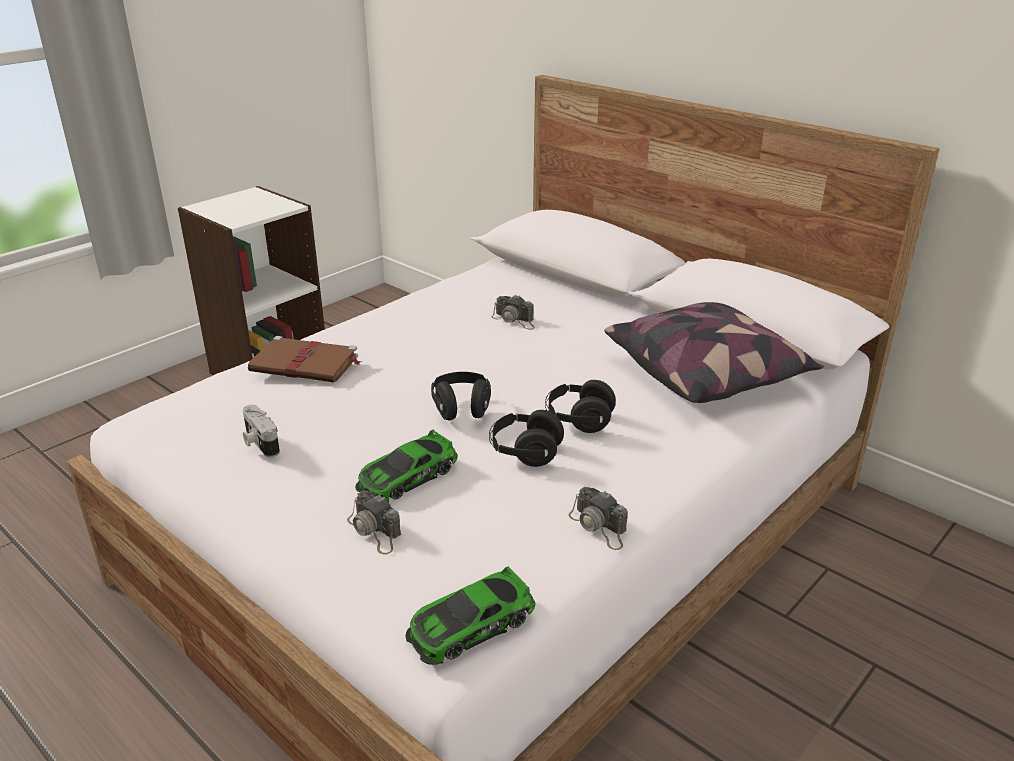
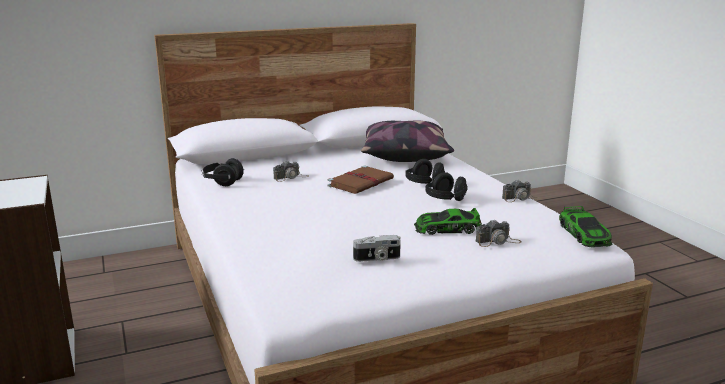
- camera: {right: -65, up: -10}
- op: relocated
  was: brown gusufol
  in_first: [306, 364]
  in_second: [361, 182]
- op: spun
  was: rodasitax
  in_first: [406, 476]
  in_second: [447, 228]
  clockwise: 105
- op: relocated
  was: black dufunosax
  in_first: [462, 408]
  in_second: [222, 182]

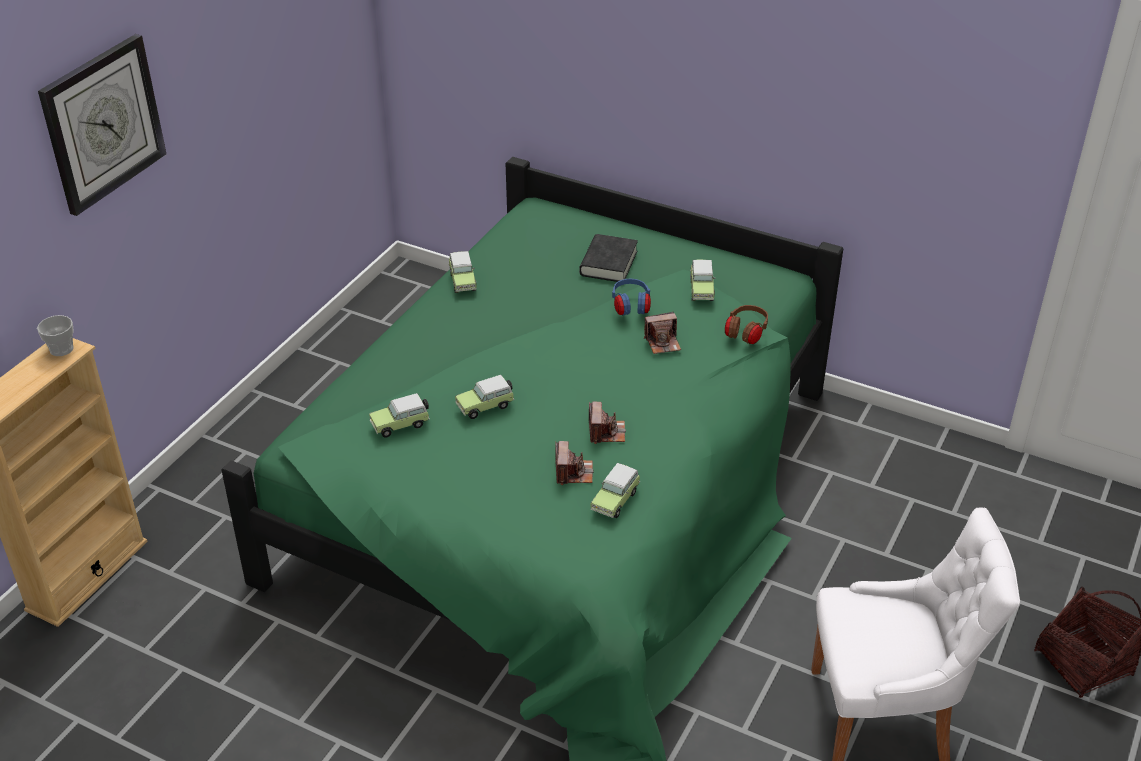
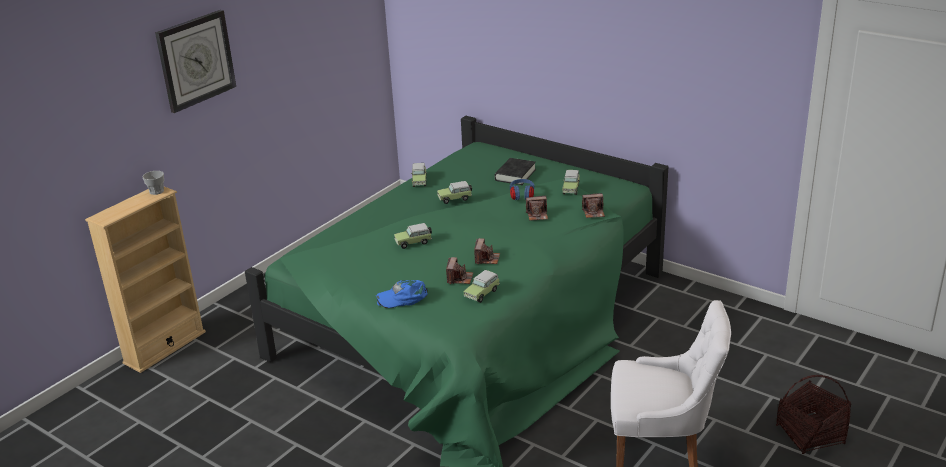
- camera: {right: 10, up: -10}
- op: relocated
  was: rodasitax
  in_first: [402, 424]
  in_second: [456, 198]
- op: exchanged
  was: brown dufunosax
  now: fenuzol
  in_first: [746, 334]
  in_second: [593, 213]
- op: appeared
  now: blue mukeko
  in_second: [403, 297]

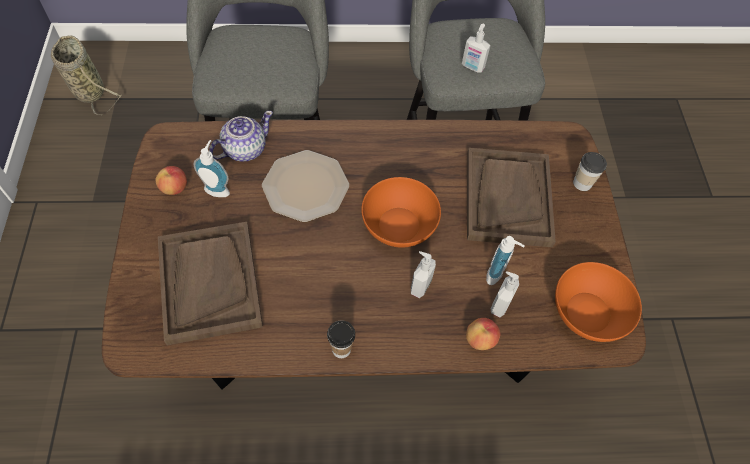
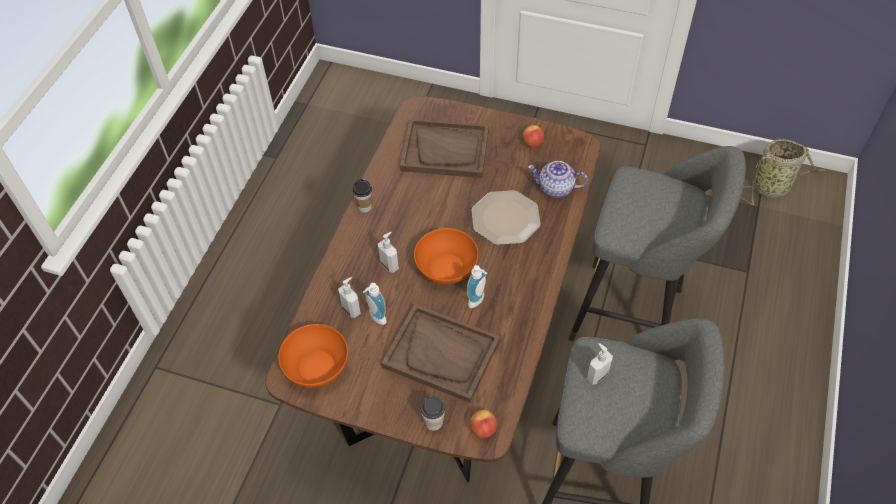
- camera: {right: 115, up: -5}
- op: relocated
  was: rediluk
  in_first: [218, 188]
  in_second: [478, 301]
- op: spun
  was: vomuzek
  in_first: [244, 149]
  in_second: [556, 188]
  clockwise: 120
- op: relocated
  was: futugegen
  in_first: [480, 339]
  in_second: [483, 429]

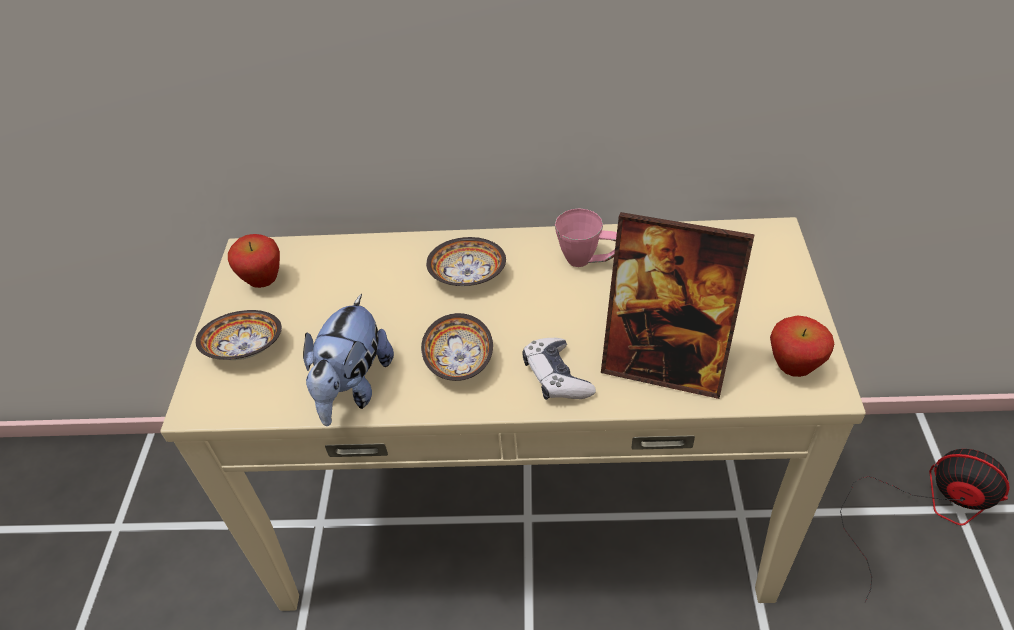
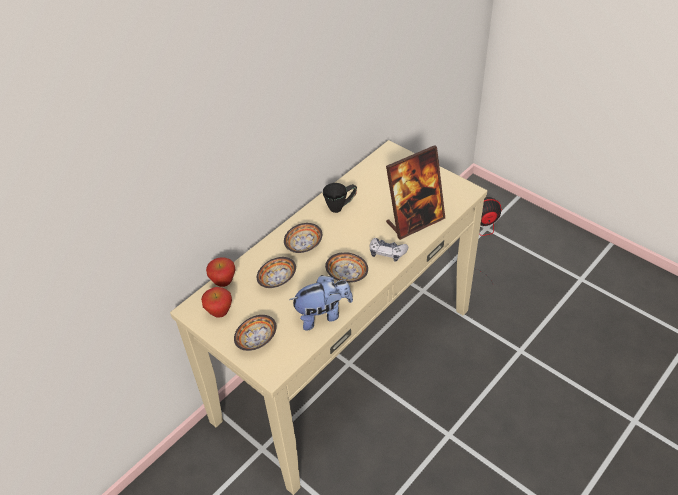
- camera: {right: -50, up: 0}
- op: spun
  was: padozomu
  in_first: [353, 388]
  in_second: [323, 315]
  clockwise: -75
- op: colour
  was: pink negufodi
  now: black negufodi
  in_first: [589, 261]
  in_second: [341, 206]
- op: relocated
  was: futugegen
  in_first: [793, 368]
  in_second: [224, 283]
- op: appeared
  now: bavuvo
  in_second: [277, 280]

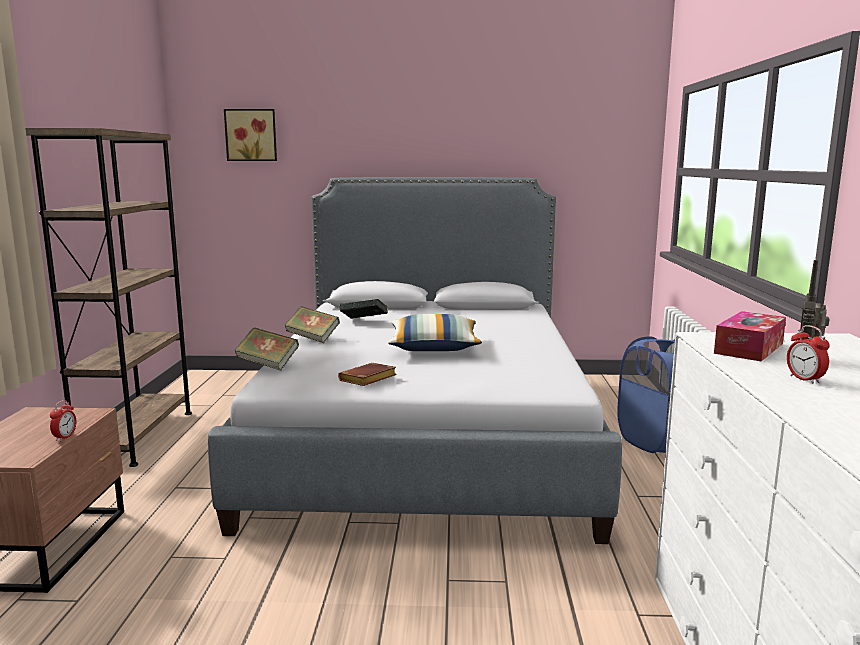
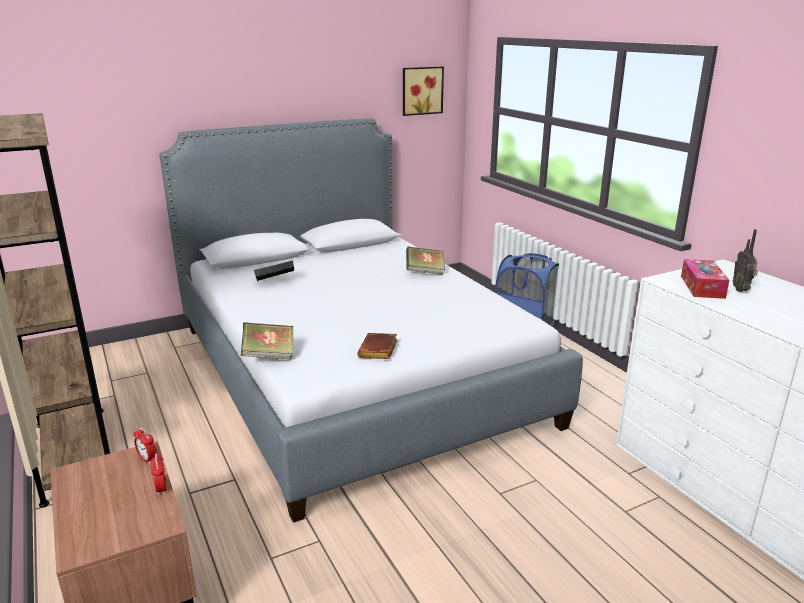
- camera: {right: -30, up: 10}
- op: relocated
  was: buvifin
  in_first: [251, 135]
  in_second: [421, 90]
- op: relocated
  was: gusufol
  in_first: [312, 338]
  in_second: [425, 272]
- op: missing
  was: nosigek
  in_first: [434, 347]
- op: relocated
  was: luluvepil
  in_first: [804, 379]
  in_second: [147, 459]

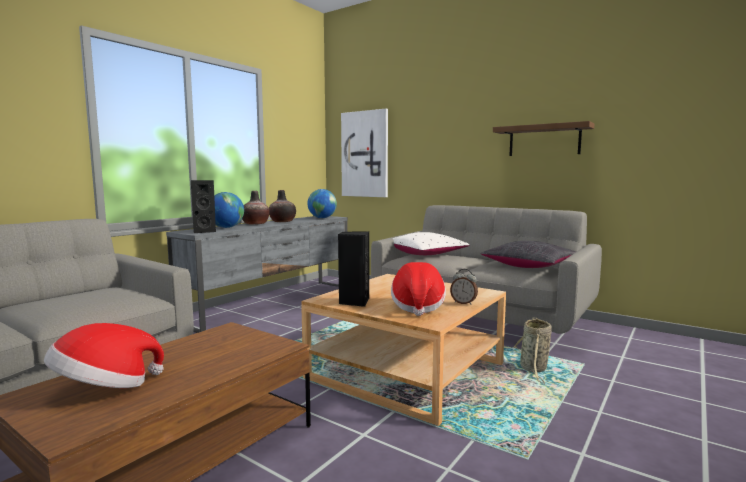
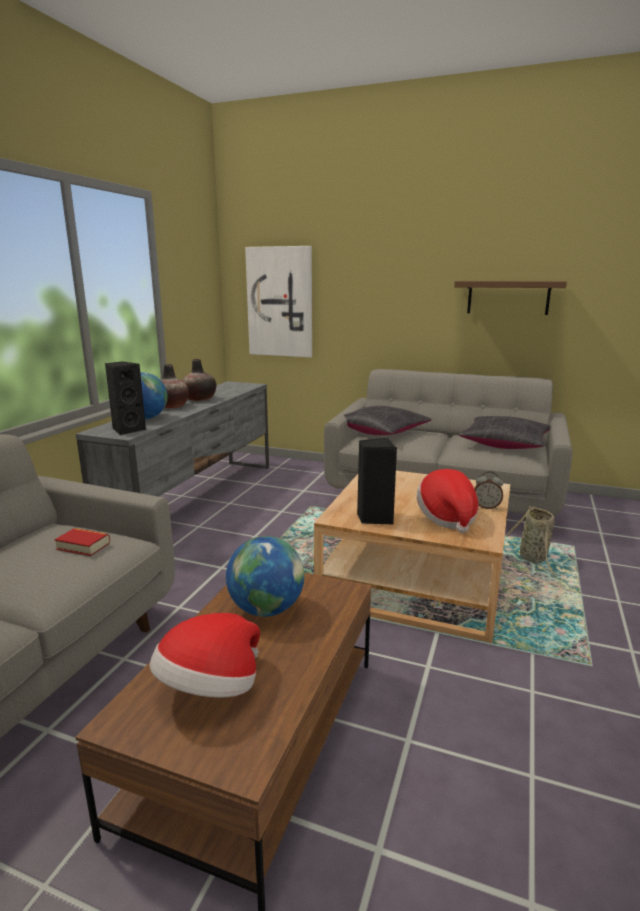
- camera: {right: -15, up: 10}
- op: relocated
  was: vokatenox
  in_first: [322, 218]
  in_second: [266, 609]
- op: colour
  was: white nosigek
  now: black nosigek
  in_first: [425, 254]
  in_second: [381, 432]
- op: appeared
  now: gusufol
  in_second: [83, 546]

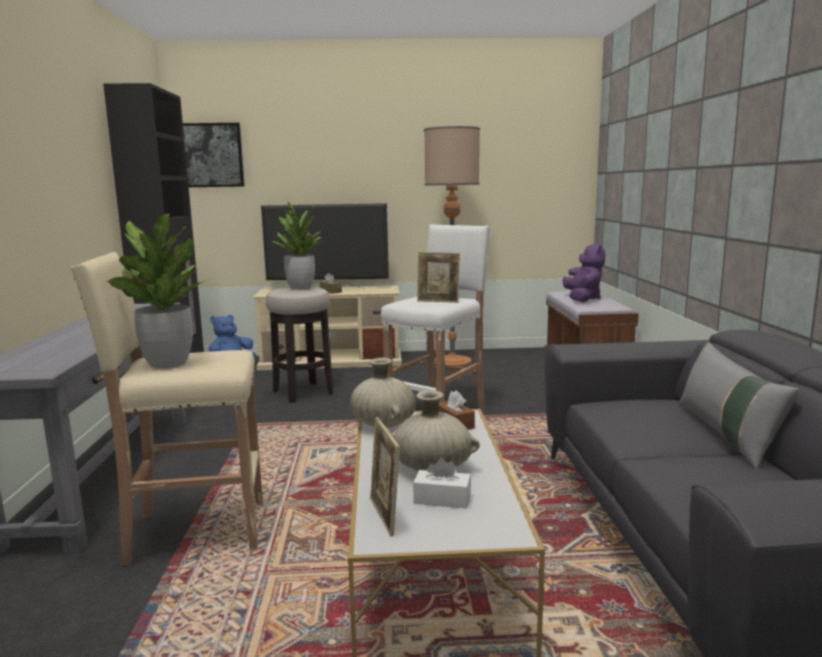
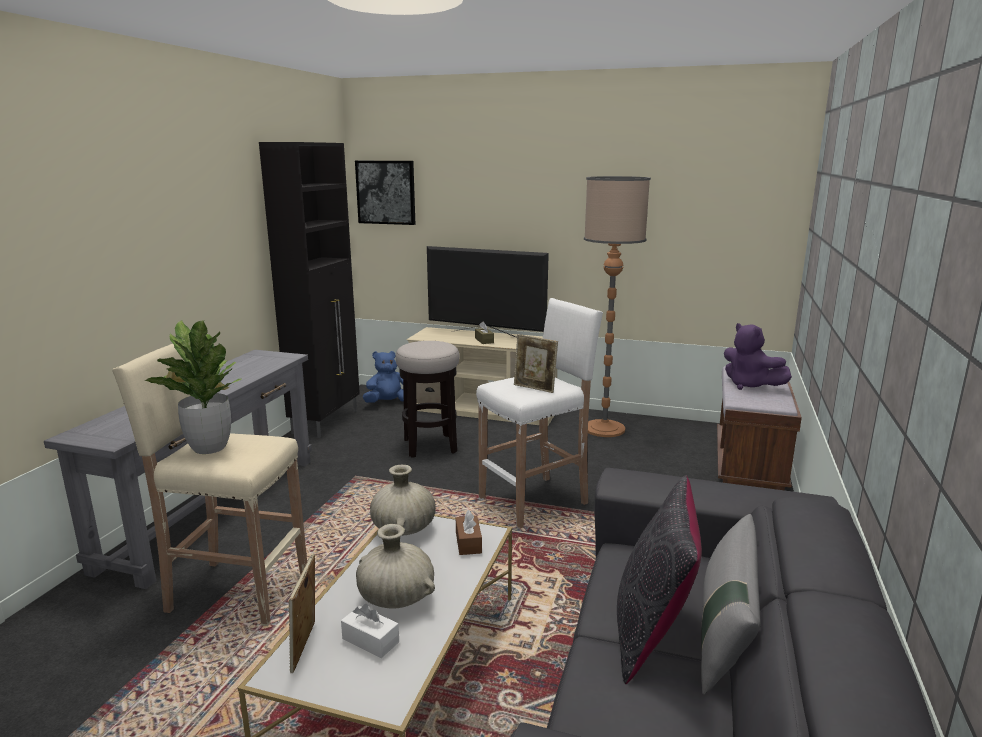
- camera: {right: 20, up: 5}
- op: missing
  was: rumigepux
  in_first: [301, 288]
- op: spun
  was: purple padozomu
  in_first: [582, 299]
  in_second: [749, 385]
  clockwise: 120
- op: appeared
  now: black nosigek
  in_second: [652, 631]

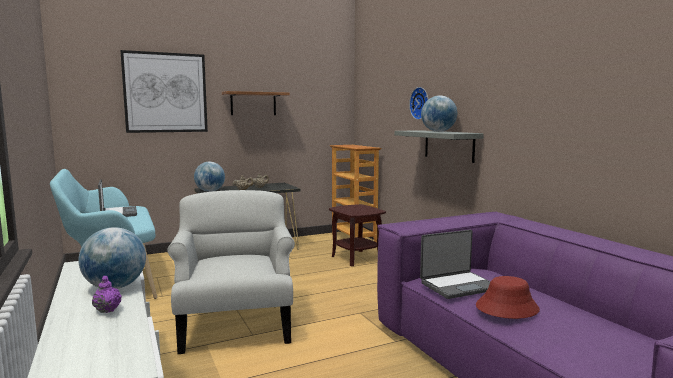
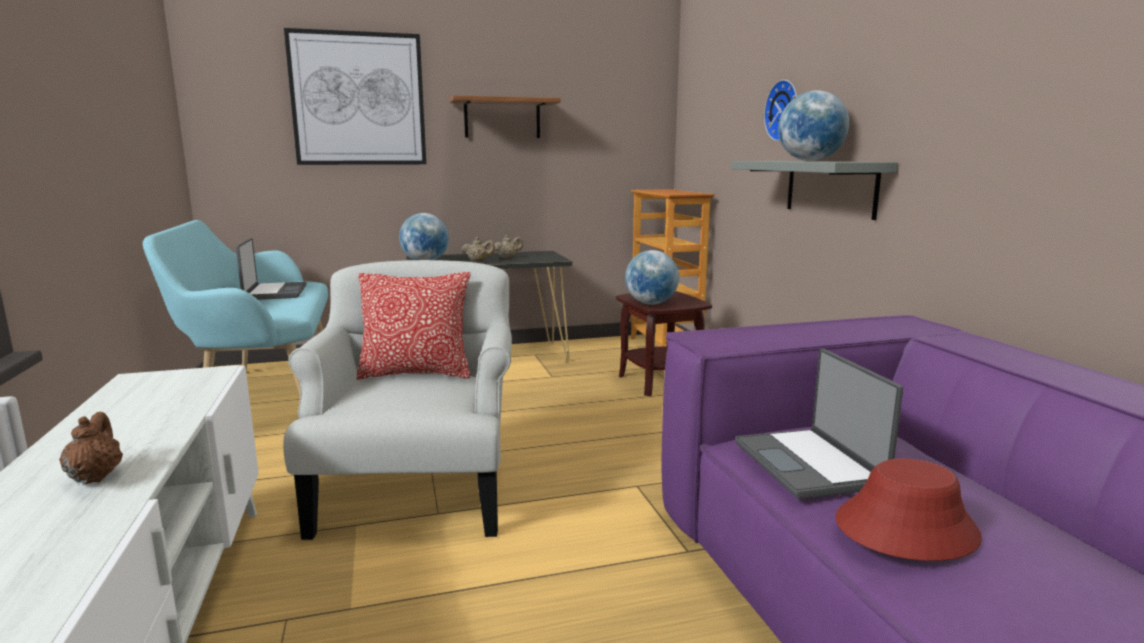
- camera: {right: 10, up: 5}
- op: relocated
  was: vokatenox
  in_first: [115, 287]
  in_second: [651, 304]
- op: colour
  was: purple vomuzek
  now: brown vomuzek
  in_first: [107, 309]
  in_second: [96, 477]
- op: spun
  was: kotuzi
  in_first: [458, 285]
  in_second: [809, 464]
  clockwise: 90
- op: appeared
  now: nosigek
  in_second: [416, 373]

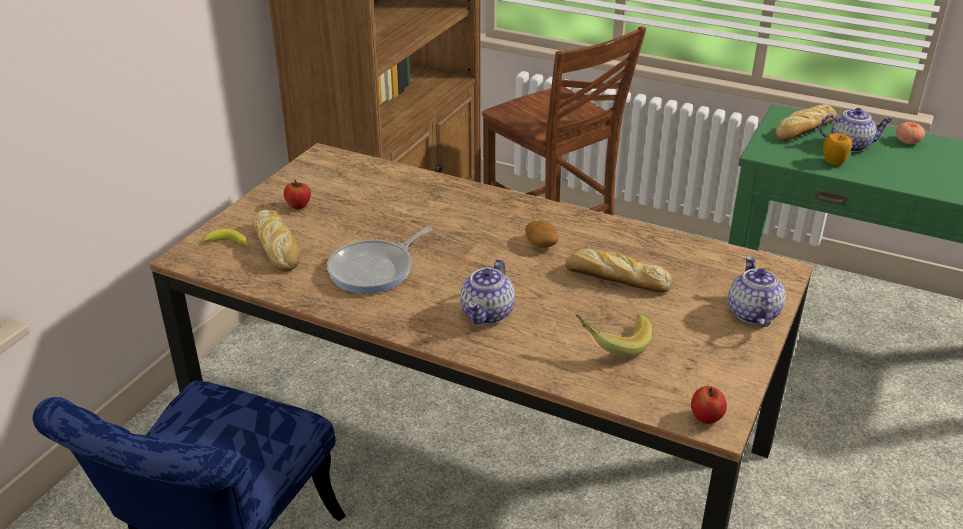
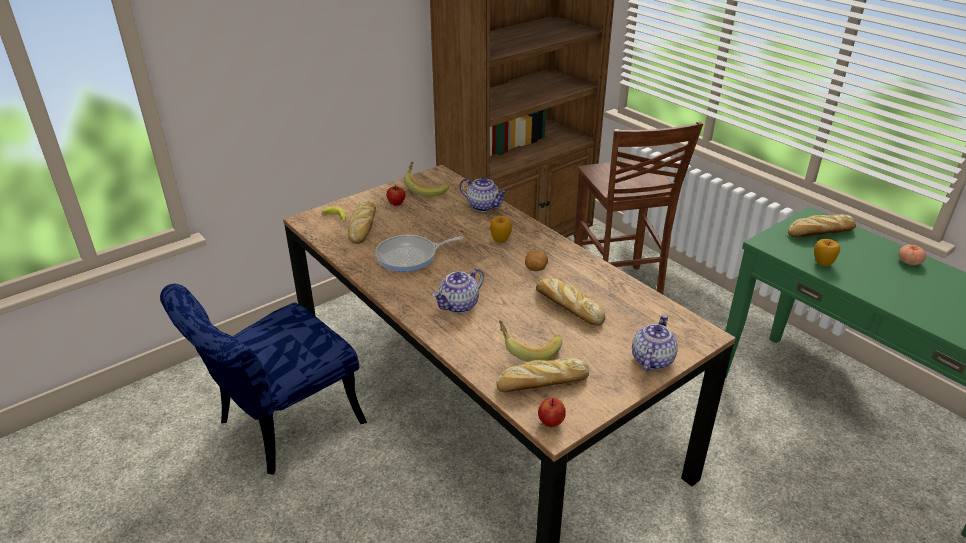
- camera: {right: 25, up: 0}
- op: relocated
  was: vomuzek
  in_first: [851, 145]
  in_second: [484, 206]
- op: appeared
  now: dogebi
  in_second: [425, 188]
- op: appeared
  now: futugegen
  in_second: [500, 240]
- op: appeared
  now: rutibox
  in_second: [541, 382]

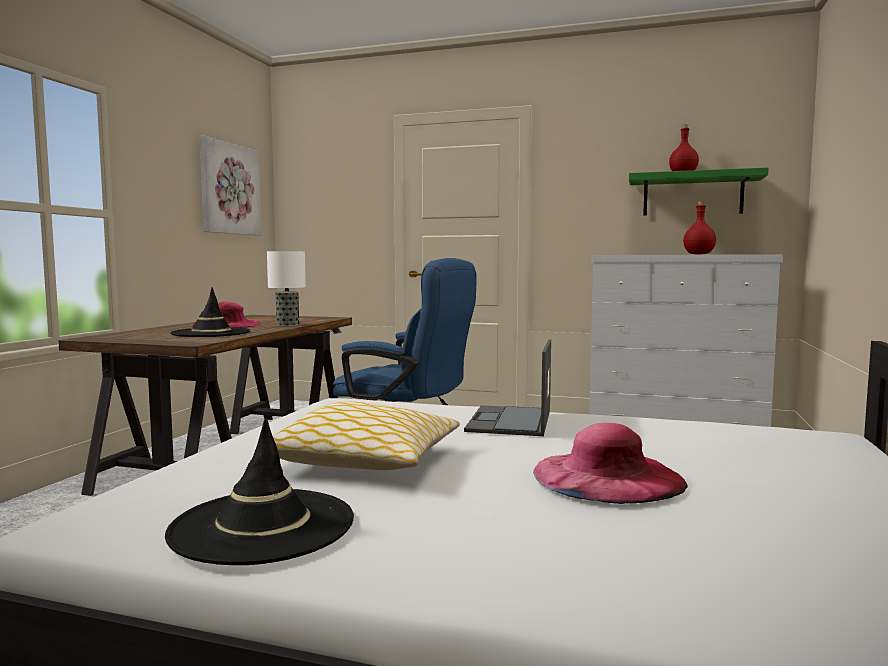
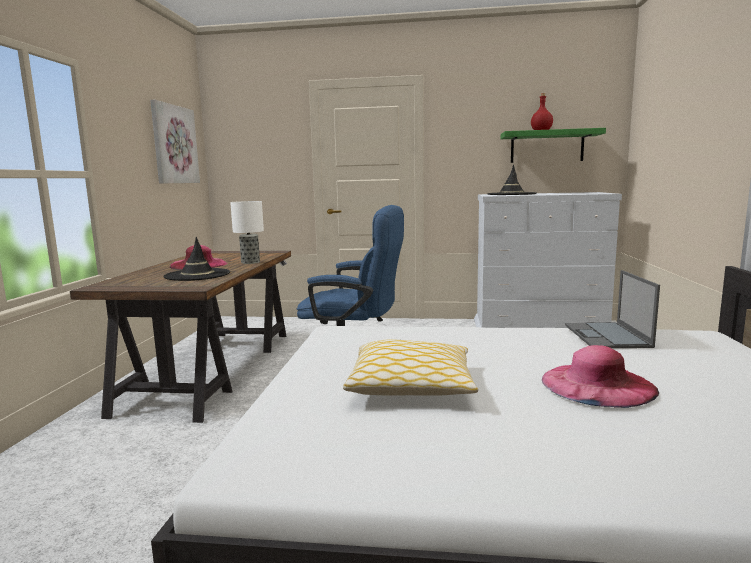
- camera: {right: -10, up: 5}
- op: relocated
  was: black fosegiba
  in_first: [262, 526]
  in_second: [511, 194]
- op: relocated
  was: kotuzi
  in_first: [510, 421]
  in_second: [607, 336]
- op: missing
  was: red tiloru
  in_first: [699, 254]

